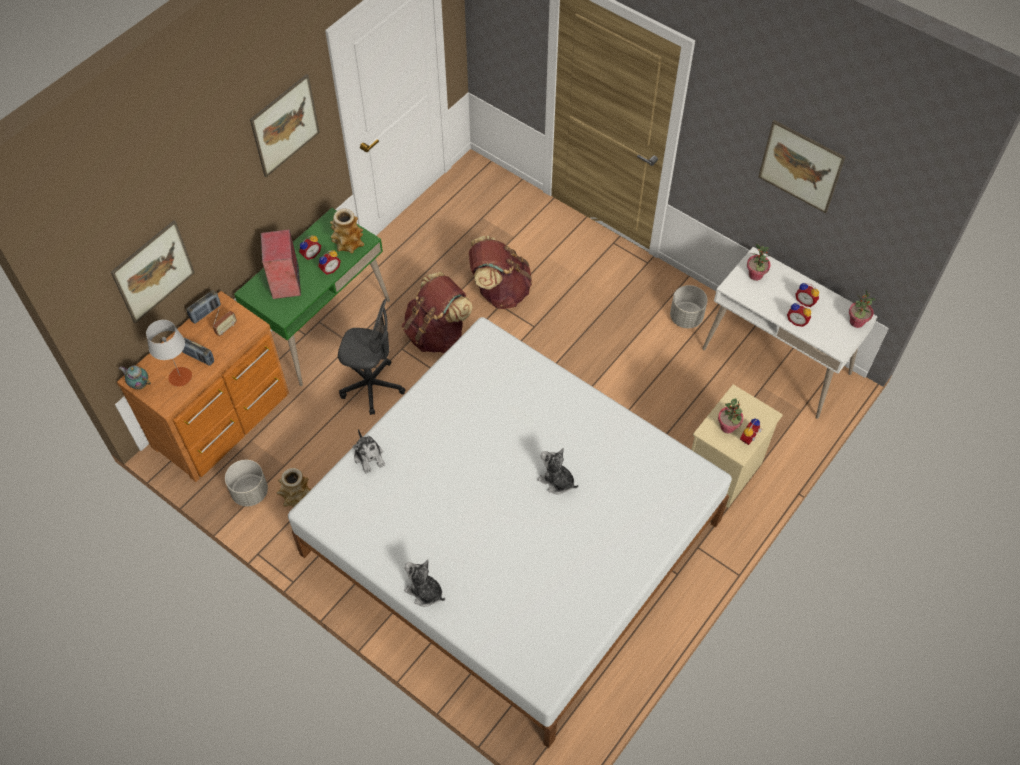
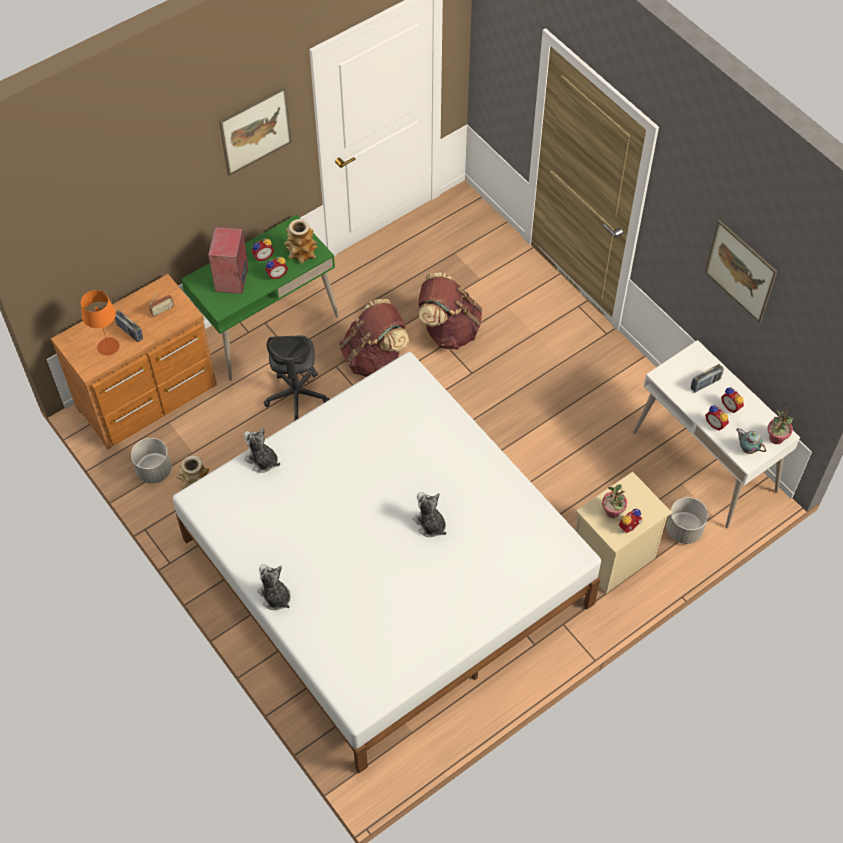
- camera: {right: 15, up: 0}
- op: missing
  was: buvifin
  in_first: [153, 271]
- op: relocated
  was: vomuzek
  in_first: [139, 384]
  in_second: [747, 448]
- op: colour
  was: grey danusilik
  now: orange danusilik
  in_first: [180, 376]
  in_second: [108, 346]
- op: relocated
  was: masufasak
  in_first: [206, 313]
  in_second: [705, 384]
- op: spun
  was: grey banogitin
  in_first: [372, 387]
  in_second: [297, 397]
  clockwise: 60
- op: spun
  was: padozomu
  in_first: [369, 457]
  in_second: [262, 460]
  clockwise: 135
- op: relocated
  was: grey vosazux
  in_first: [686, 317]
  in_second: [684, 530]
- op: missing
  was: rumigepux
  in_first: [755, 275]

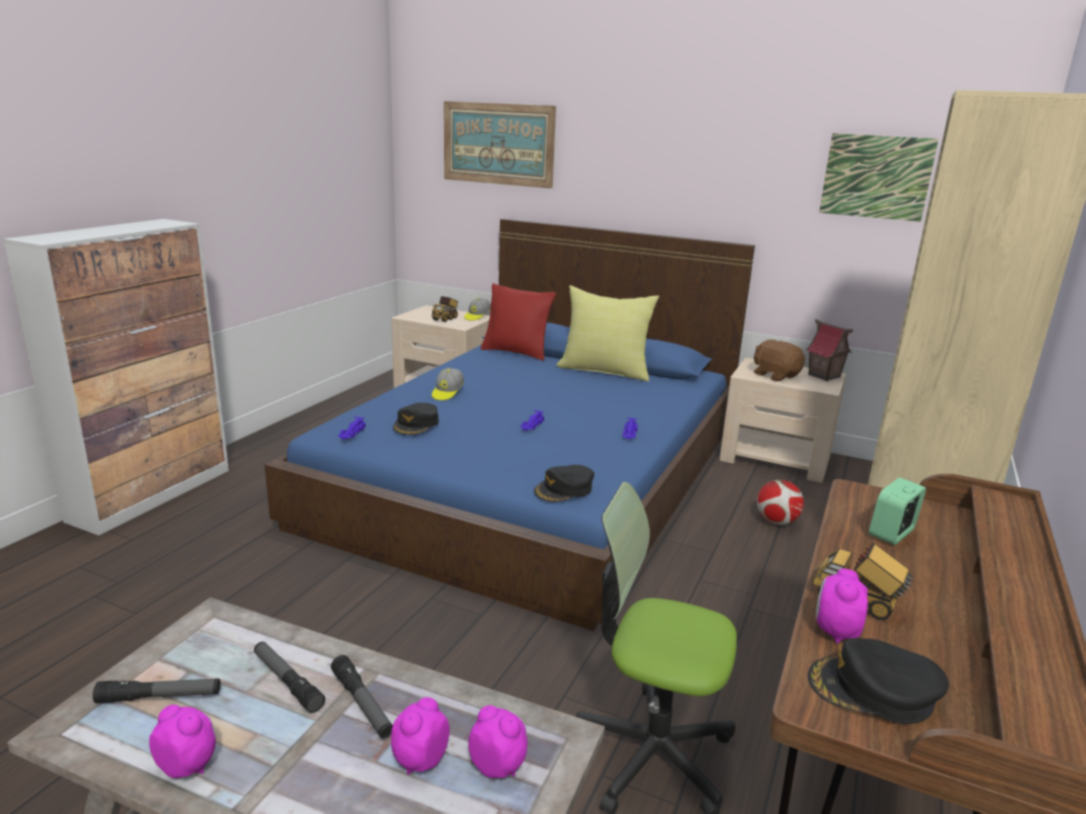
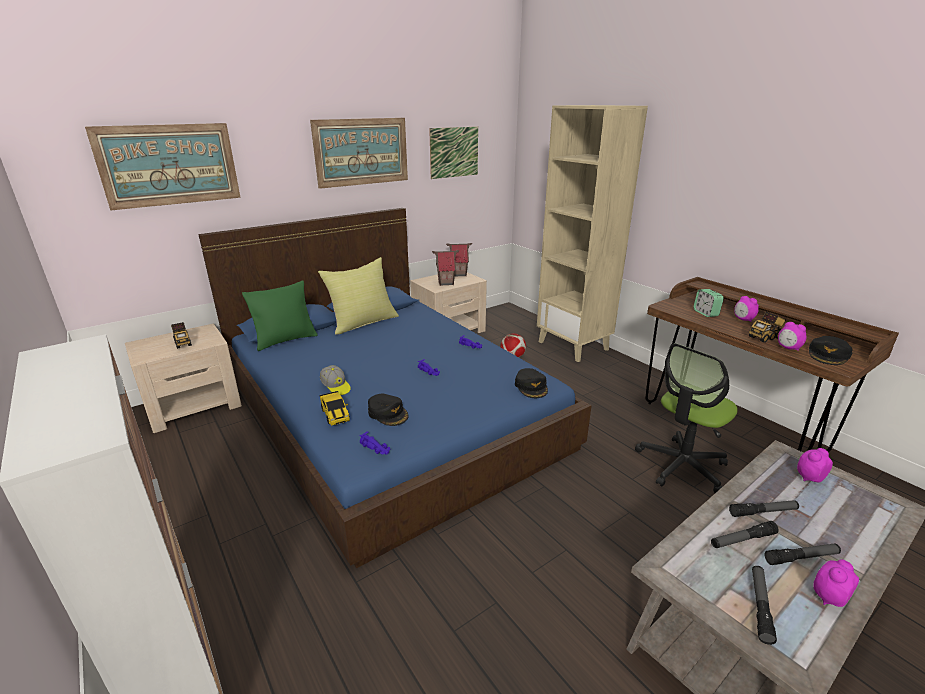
- camera: {right: -60, up: 5}
- op: relocated
  was: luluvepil
  in_first: [420, 760]
  in_second: [743, 319]
- op: missing
  was: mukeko
  in_first: [477, 316]
- op: colour
  was: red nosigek
  now: green nosigek
  in_first: [516, 352]
  in_second: [285, 340]
- op: exchanged
  was: brown padozomu
  now: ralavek
  in_first: [775, 375]
  in_second: [446, 283]
- op: appeared
  now: buvifin
  in_second: [362, 152]
- op: appeared
  now: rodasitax
  in_second: [335, 414]
- op: appeared
  now: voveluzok
  in_second: [801, 557]

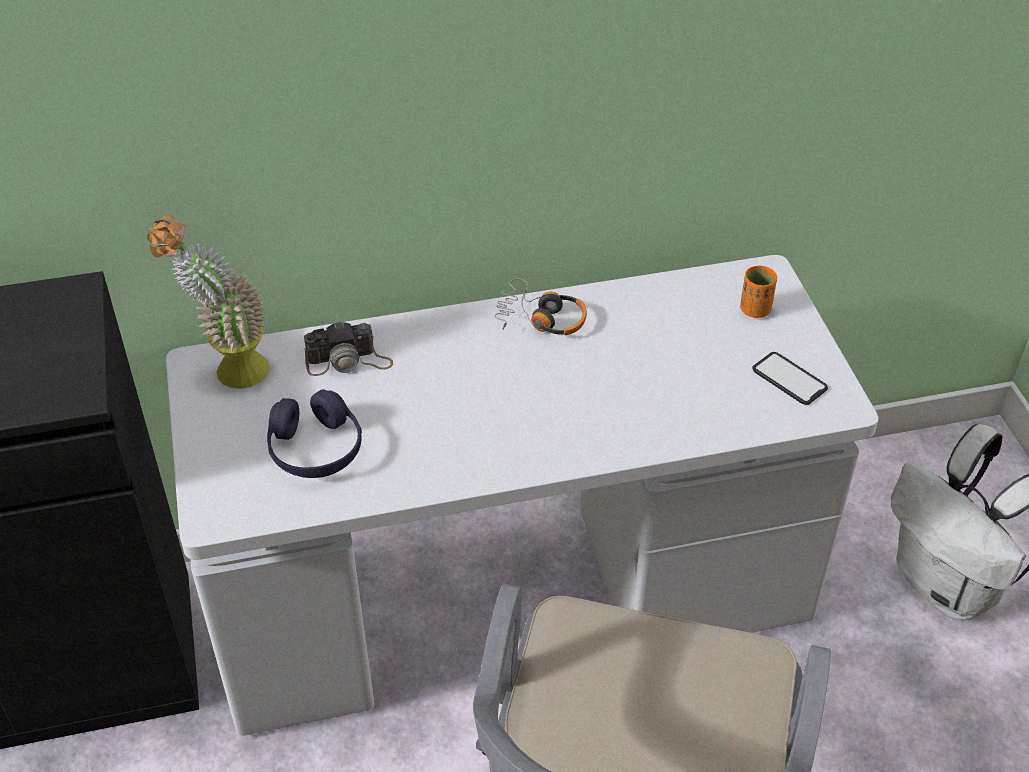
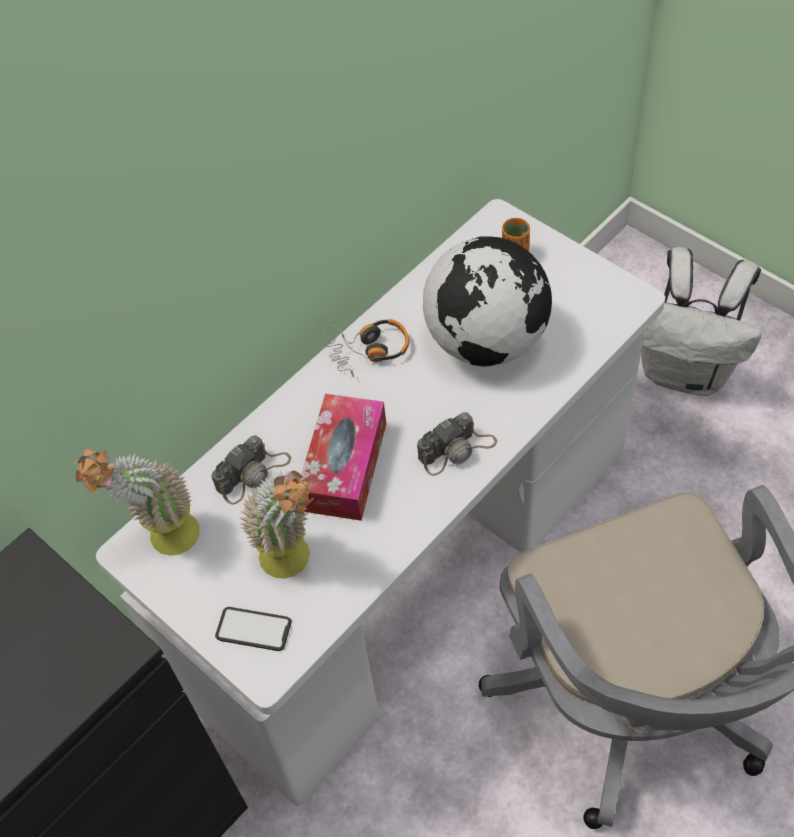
- camera: {right: -30, up: 10}
- op: exchanged
  was: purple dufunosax
  now: rumigepux
  in_first: [315, 449]
  in_second: [295, 563]
- op: relocated
  was: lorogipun
  in_first: [789, 379]
  in_second: [253, 629]
- op: appeared
  now: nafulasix
  in_second: [344, 466]
- op: appeared
  now: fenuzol
  in_second: [457, 450]
- op: appeared
  now: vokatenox
  in_second: [487, 341]

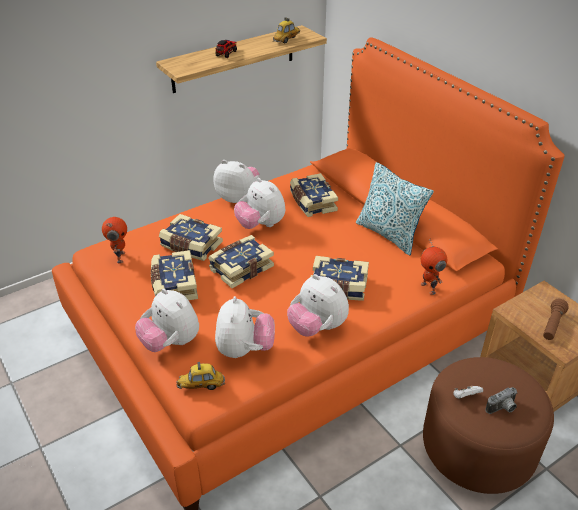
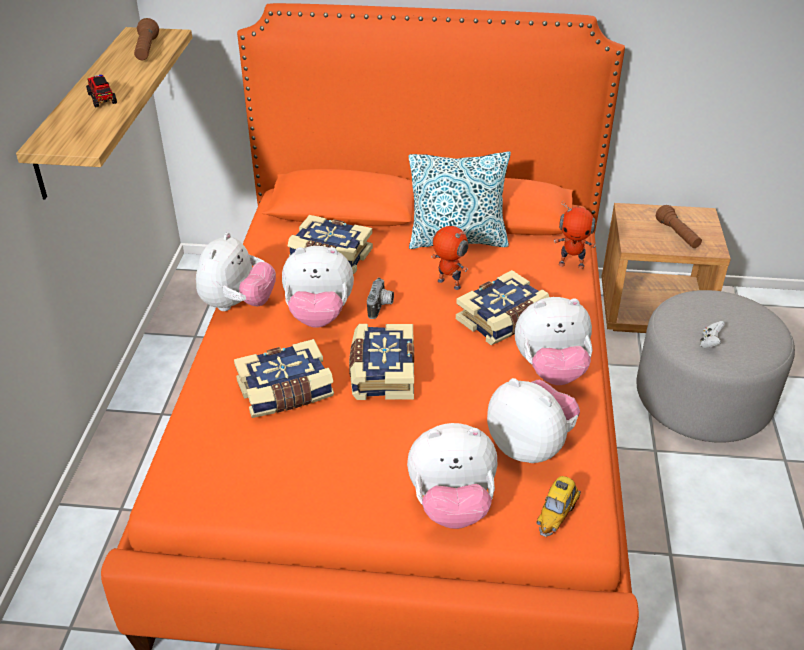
- camera: {right: -50, up: 0}
- op: relocated
  was: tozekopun
  in_first: [120, 257]
  in_second: [448, 284]
- op: missing
  was: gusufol
  in_first: [174, 285]
- op: spun
  was: padozomu
  in_first: [238, 198]
  in_second: [238, 304]
  clockwise: 135
- op: exchanged
  was: rodasitax
  now: brown voveluzok
  in_first: [287, 40]
  in_second: [146, 50]
- op: colour
  was: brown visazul
  now: grey visazul
  in_first: [478, 447]
  in_second: [702, 399]
- op: relocated
  was: fenuzol
  in_first: [502, 409]
  in_second: [381, 307]

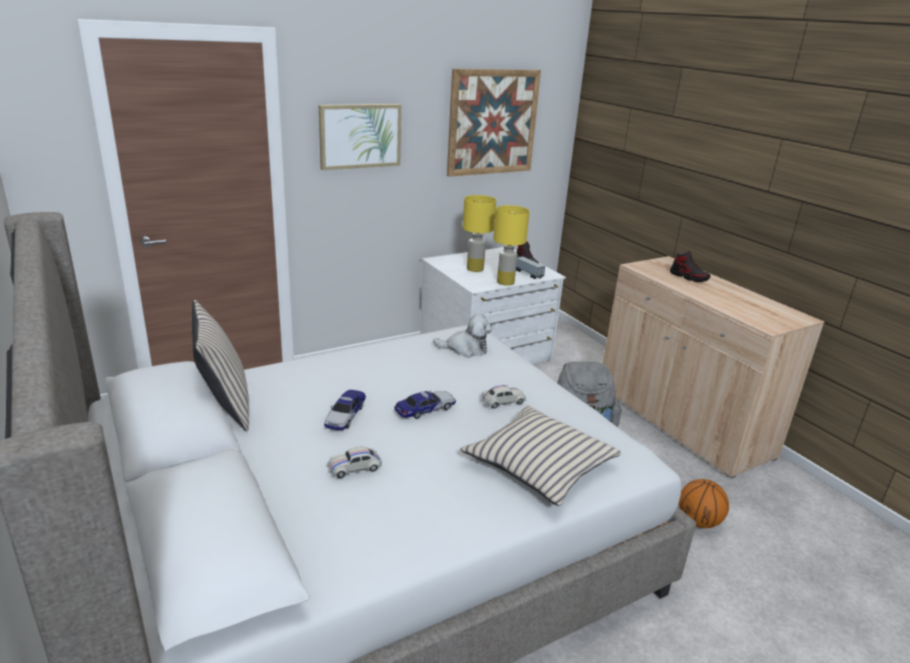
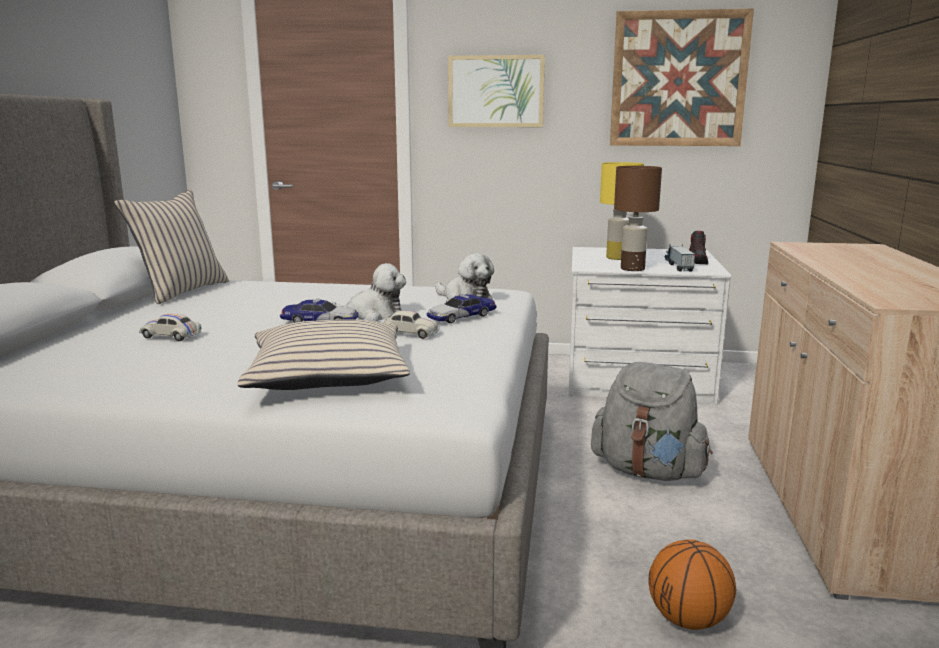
- camera: {right: 40, up: -10}
- op: relocated
  was: rodasitax
  in_first: [345, 415]
  in_second: [461, 317]
- op: colour
  was: yellow danusilik
  now: brown danusilik
  in_first: [505, 282]
  in_second: [632, 269]
- op: missing
  was: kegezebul
  in_first: [688, 277]
- op: appeared
  now: padozomu
  in_second: [373, 315]

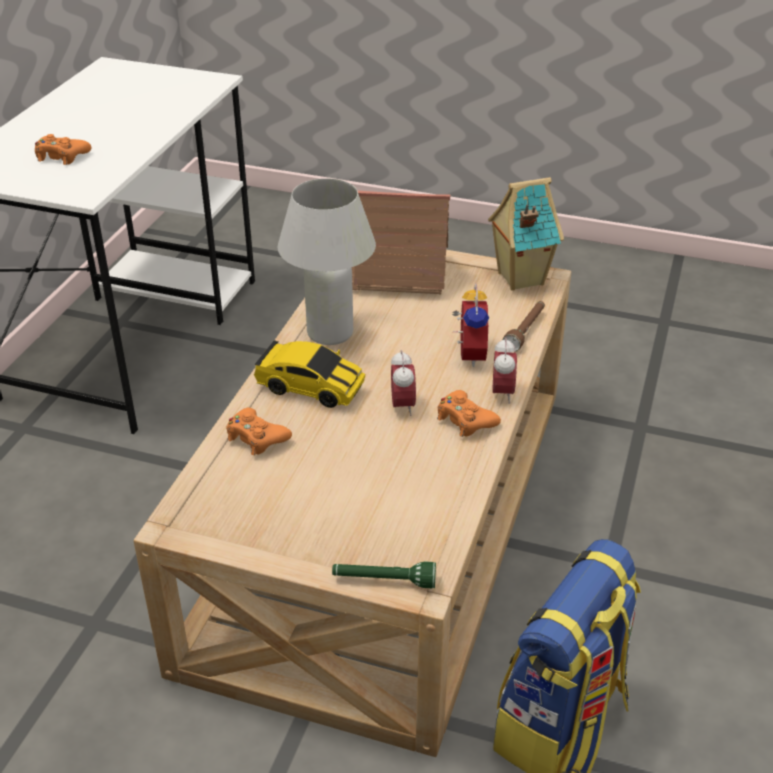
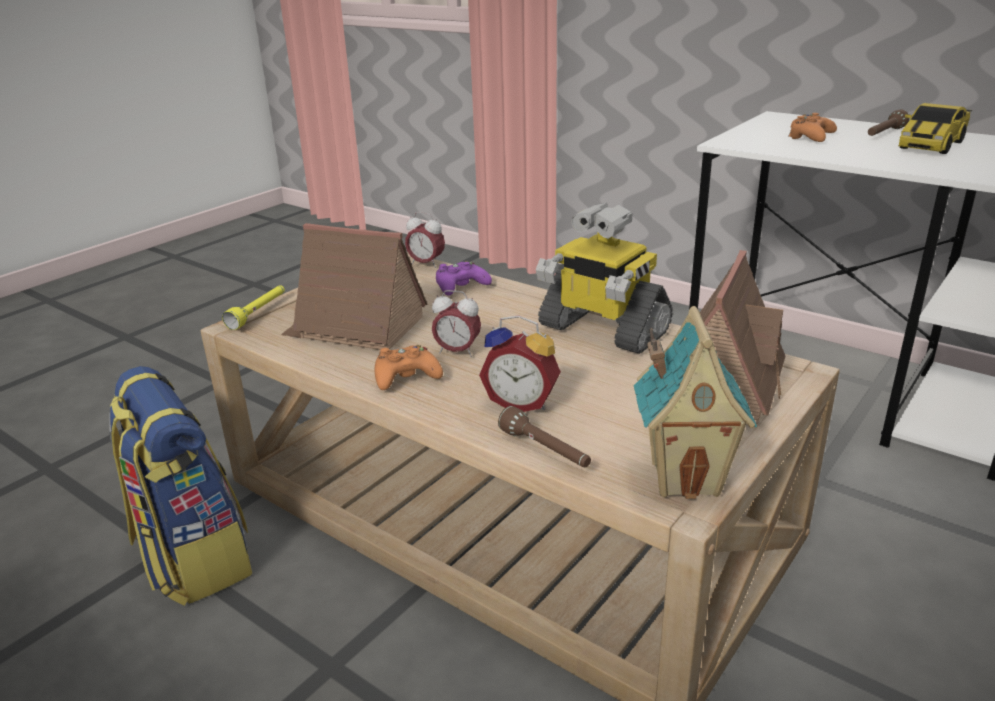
- camera: {right: 110, up: -10}
- op: colour
  was: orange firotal
  now: purple firotal
  in_first: [256, 438]
  in_second: [461, 286]
- op: relocated
  was: rodasitax
  in_first: [310, 387]
  in_second: [931, 145]
- op: exchanged
  was: white danusilik
  now: tozekopun
  in_first: [330, 333]
  in_second: [601, 329]
- op: colour
  was: green voveluzok
  now: yellow voveluzok
  in_first: [383, 581]
  in_second: [258, 313]
- op: relocated
  was: luluvepil
  in_first: [502, 393]
  in_second: [426, 264]
- op: appeared
  now: ralavek
  in_second: [356, 326]
- op: appeared
  now: brown voveluzok
  in_second: [884, 134]

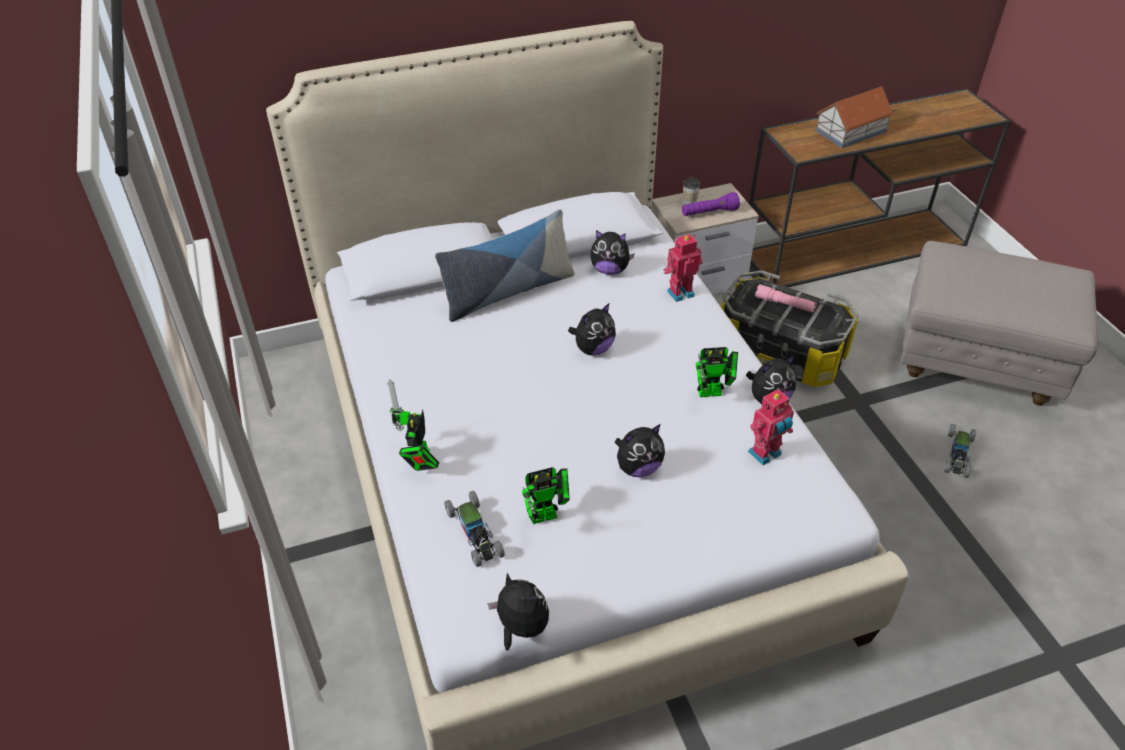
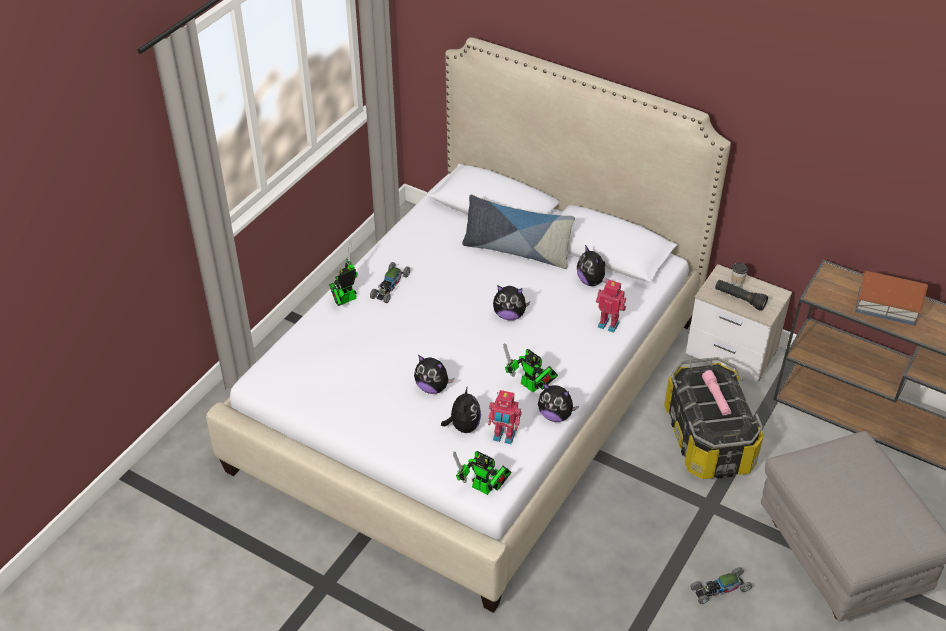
- camera: {right: 50, up: 0}
- op: relocated
  was: rodasitax
  in_first: [475, 533]
  in_second: [390, 286]
- op: relocated
  was: padozomu
  in_first: [521, 628]
  in_second: [463, 426]
- op: relocated
  was: tozekopun
  in_first: [547, 515]
  in_second: [485, 489]
- op: colour
  was: purple voveluzok
  now: black voveluzok
  in_first: [709, 213]
  in_second: [739, 299]

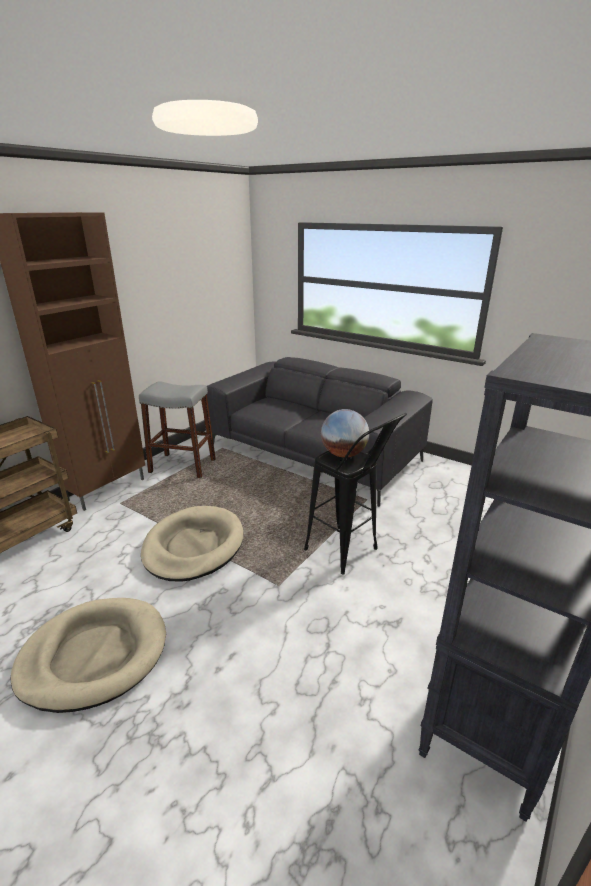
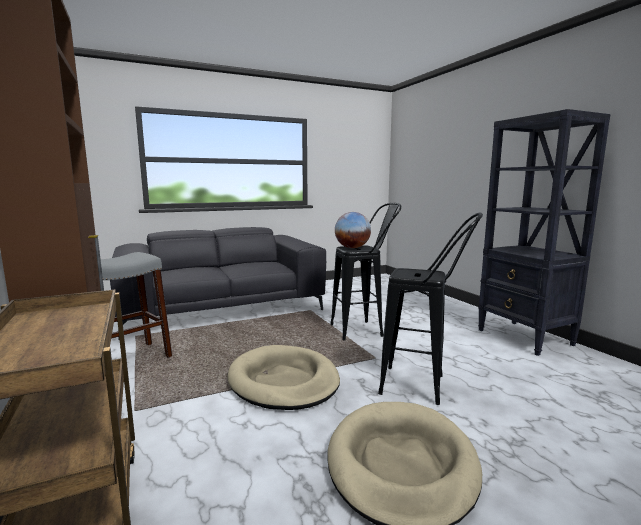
- camera: {right: -60, up: -15}
- op: appeared
  now: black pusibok
  in_second: [424, 387]

